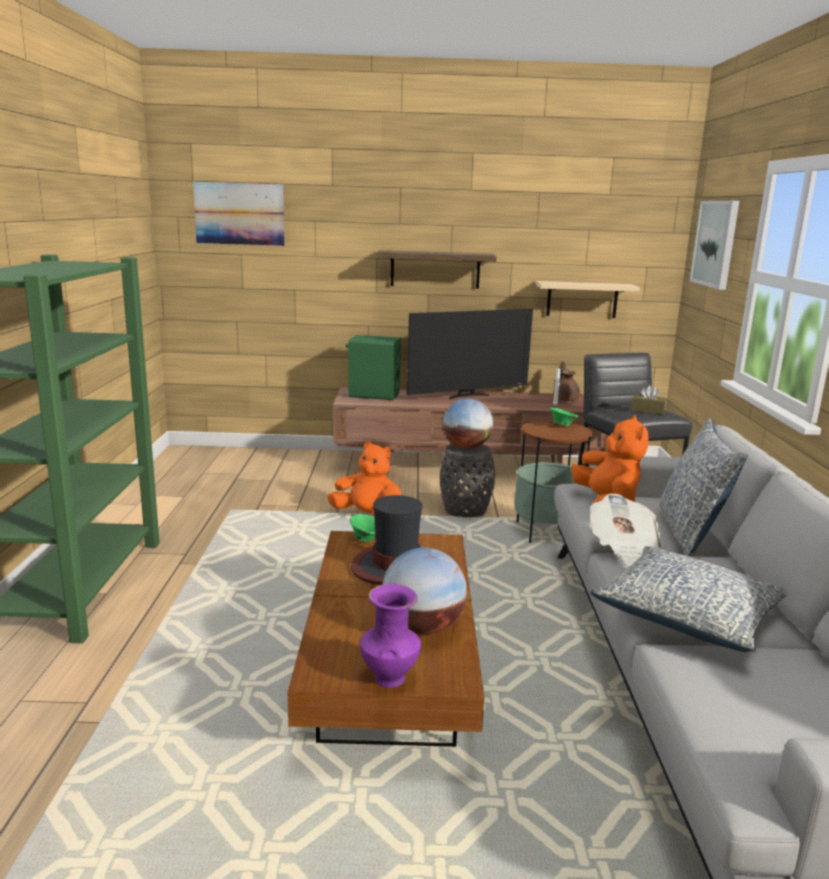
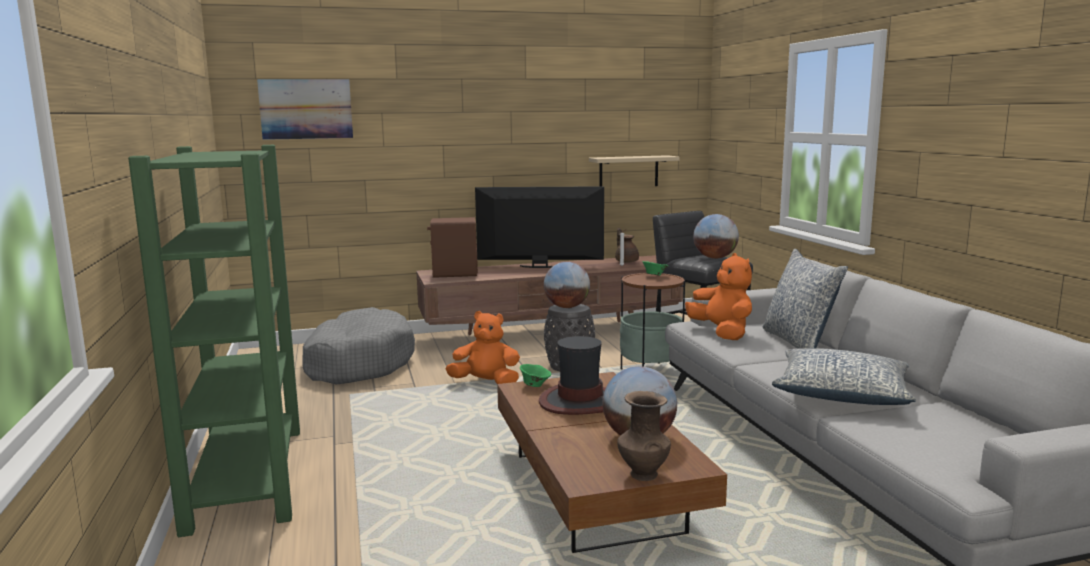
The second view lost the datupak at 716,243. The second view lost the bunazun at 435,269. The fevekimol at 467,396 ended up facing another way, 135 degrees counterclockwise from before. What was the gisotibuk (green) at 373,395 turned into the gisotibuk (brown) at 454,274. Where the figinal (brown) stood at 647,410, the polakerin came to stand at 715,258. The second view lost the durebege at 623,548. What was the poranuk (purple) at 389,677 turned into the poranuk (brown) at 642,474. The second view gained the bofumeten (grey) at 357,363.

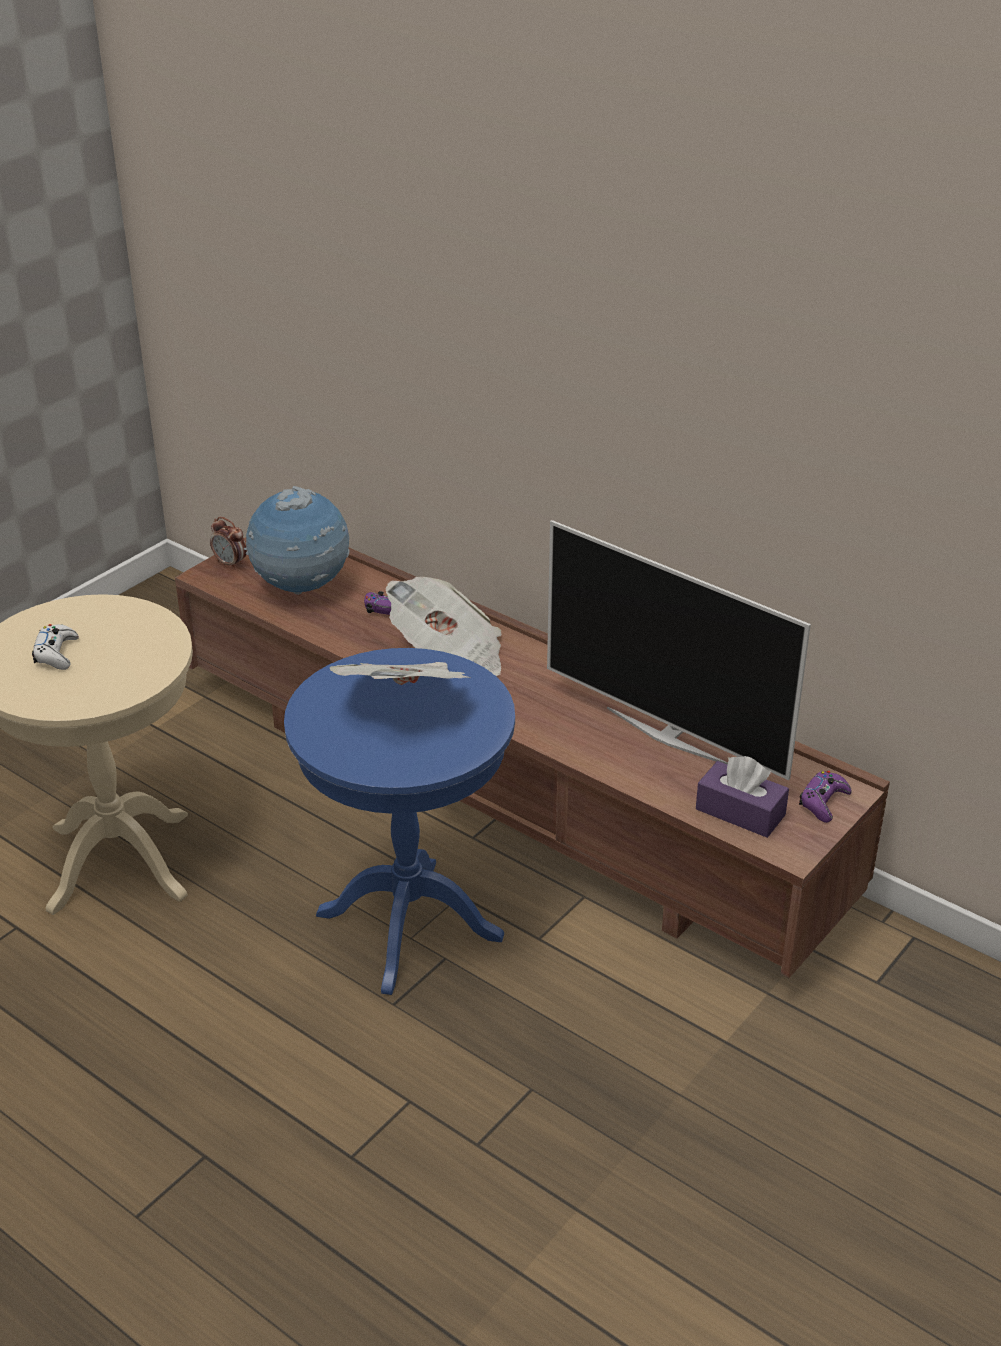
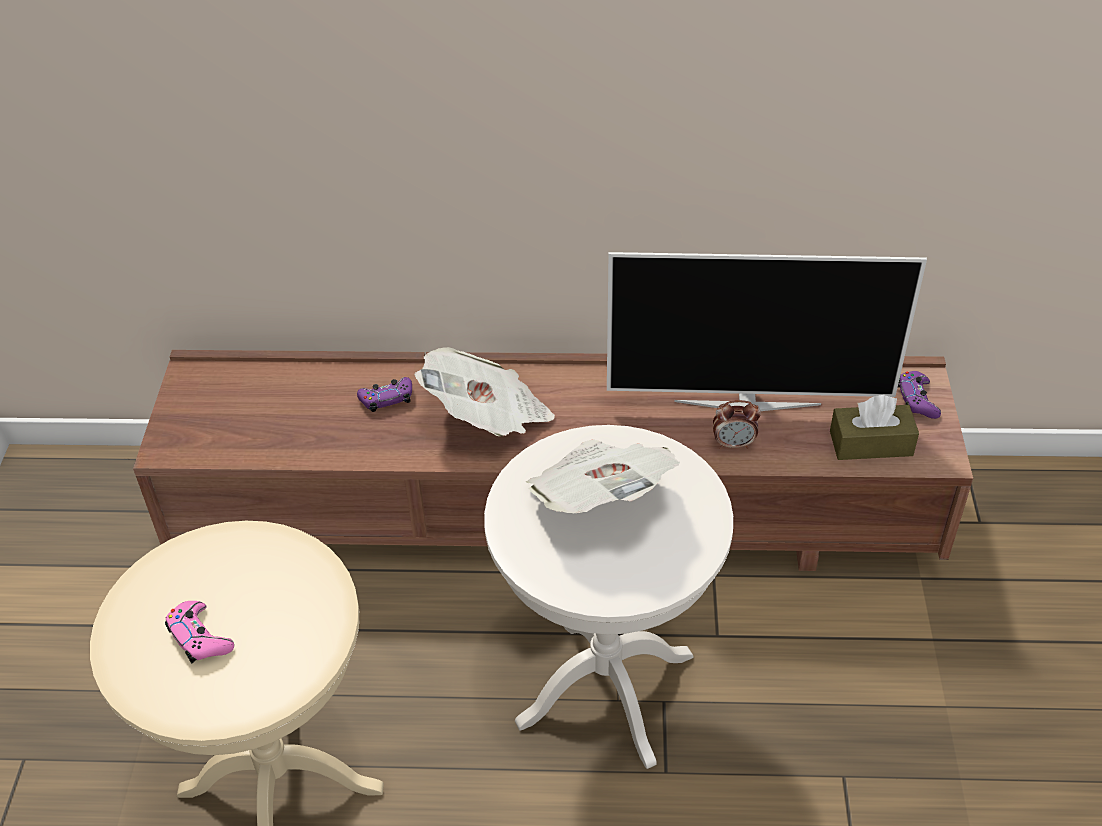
The second view lost the polakerin at 301,589. The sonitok ended up elsewhere, having gone from 230,564 to 733,444. What was the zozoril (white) at 56,654 turned into the zozoril (pink) at 200,637. What was the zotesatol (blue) at 410,925 turned into the zotesatol (white) at 606,688. What was the figinal (purple) at 740,812 turned into the figinal (brown) at 871,443.

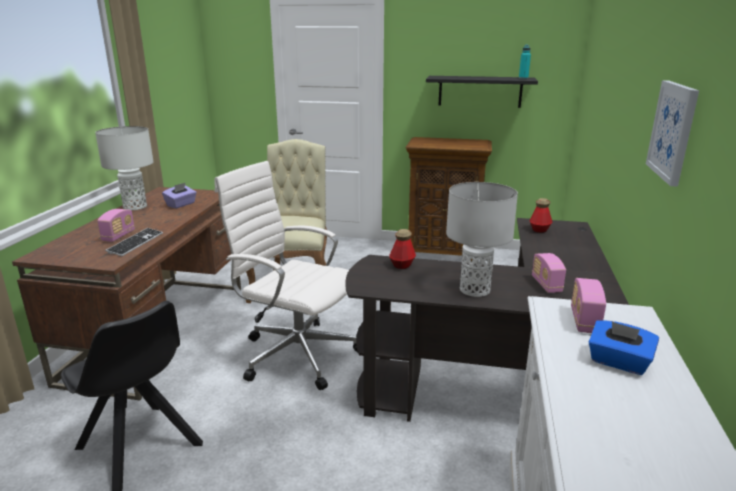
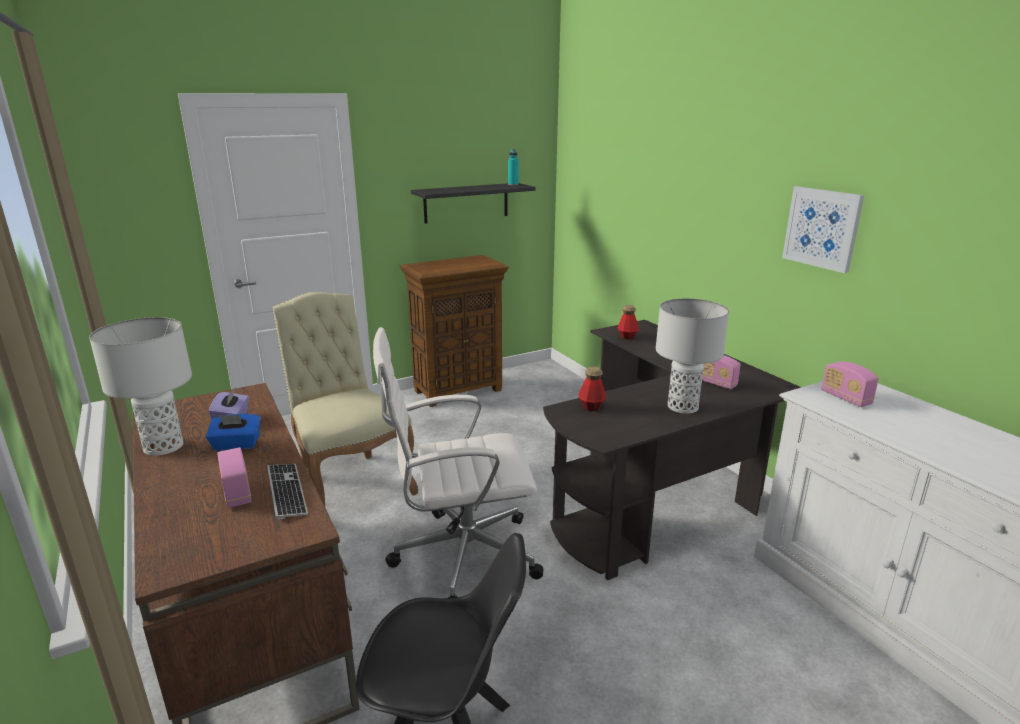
The figinal (blue) ended up elsewhere, having gone from 618,362 to 236,445.

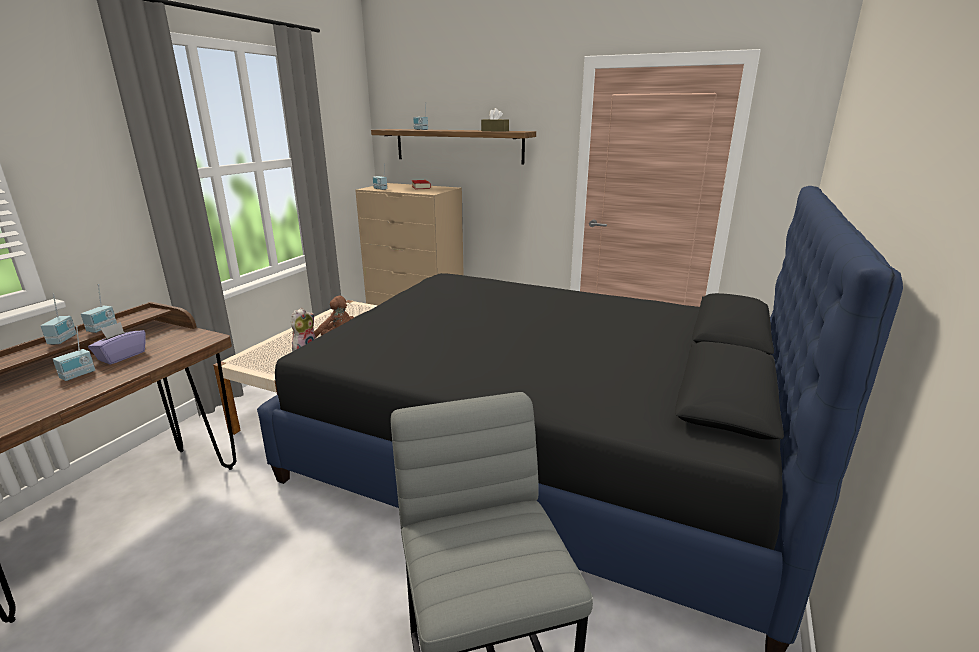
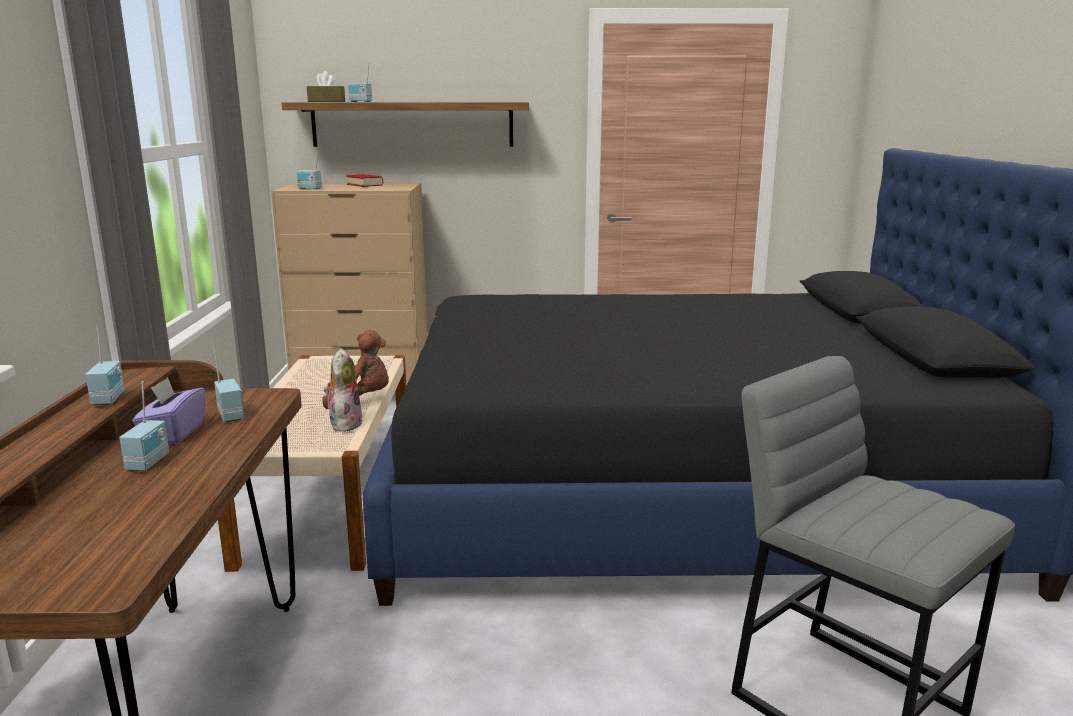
The figinal (brown) ended up elsewhere, having gone from 495,131 to 326,101. The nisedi ended up elsewhere, having gone from 63,340 to 232,415.

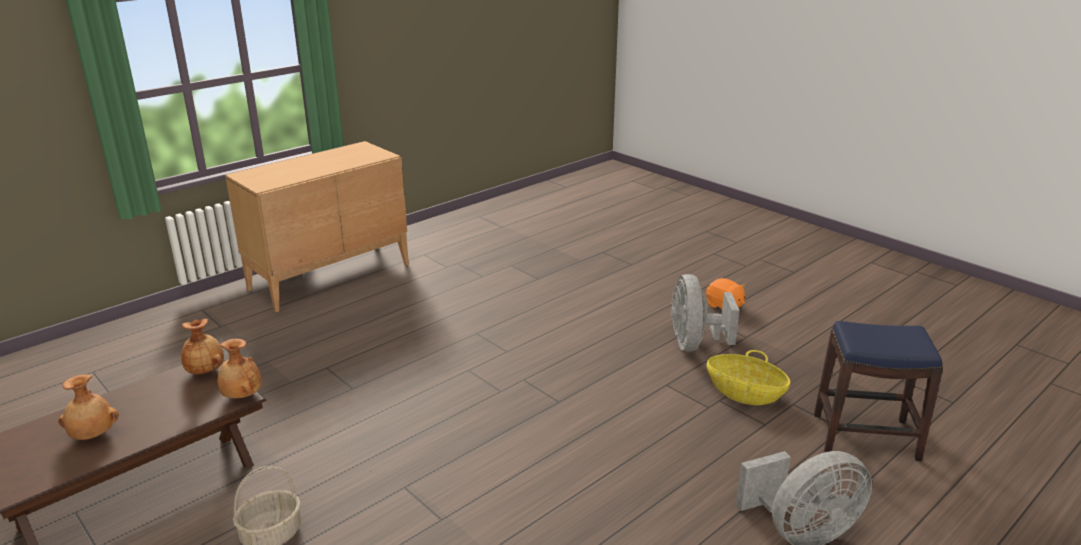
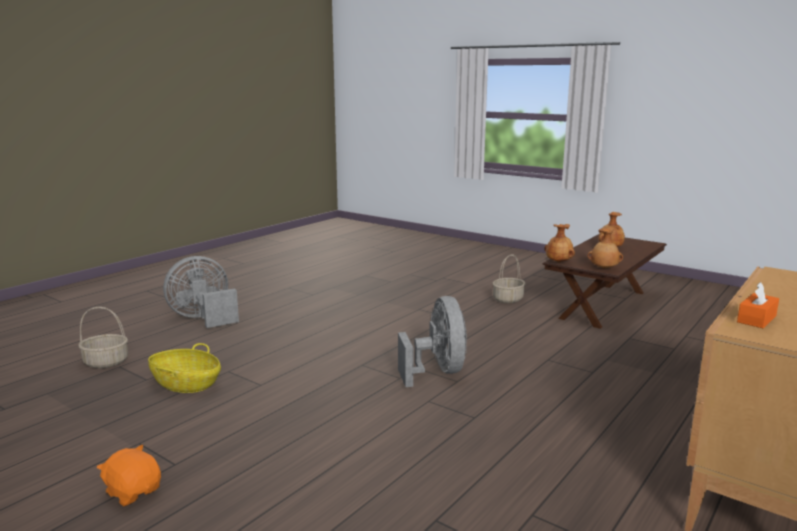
The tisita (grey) ended up elsewhere, having gone from 694,344 to 438,372. Where the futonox stood at 865,437, the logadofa came to stand at 105,362. The second view gained the figinal (orange) at 756,319.

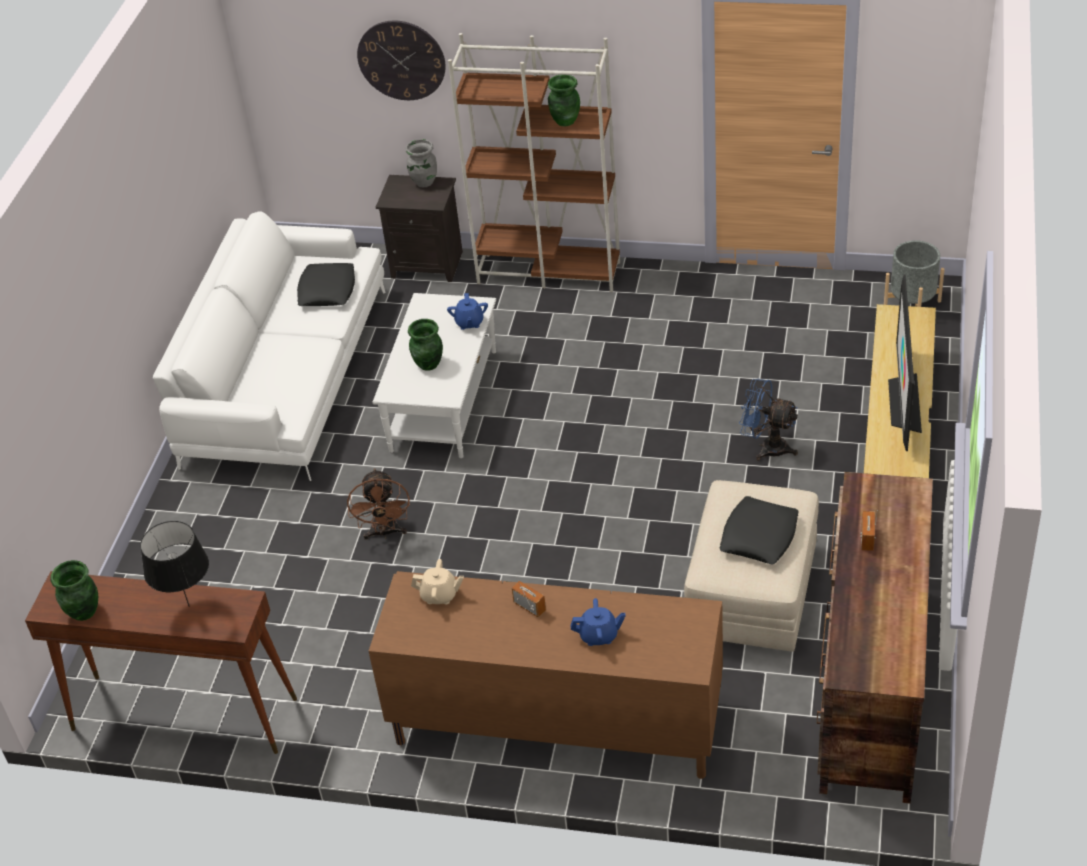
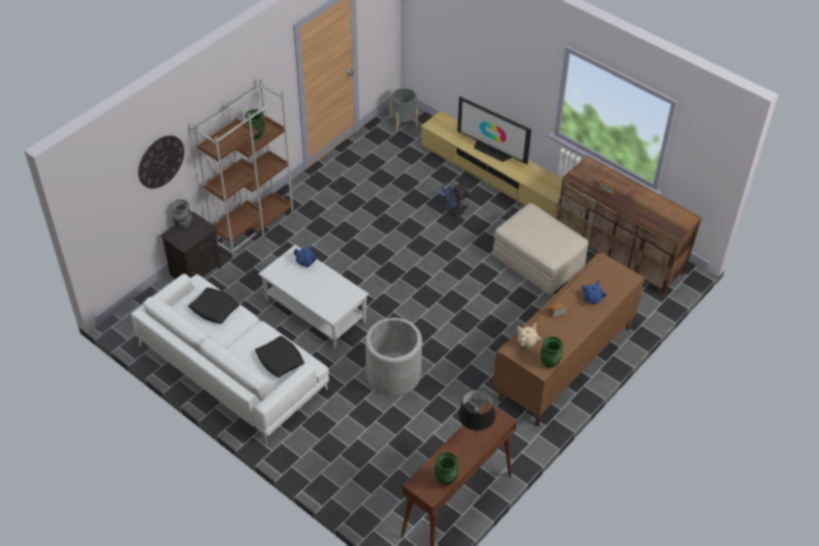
The poranuk (green) ended up elsewhere, having gone from 429,364 to 550,363. Where the tisita (brown) stood at 385,533, the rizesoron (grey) came to stand at 393,374. The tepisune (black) ended up elsewhere, having gone from 759,536 to 279,359.

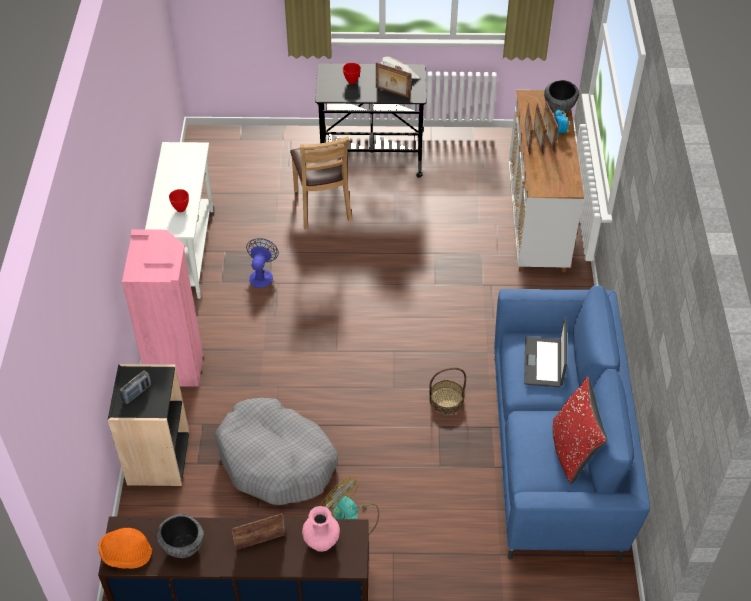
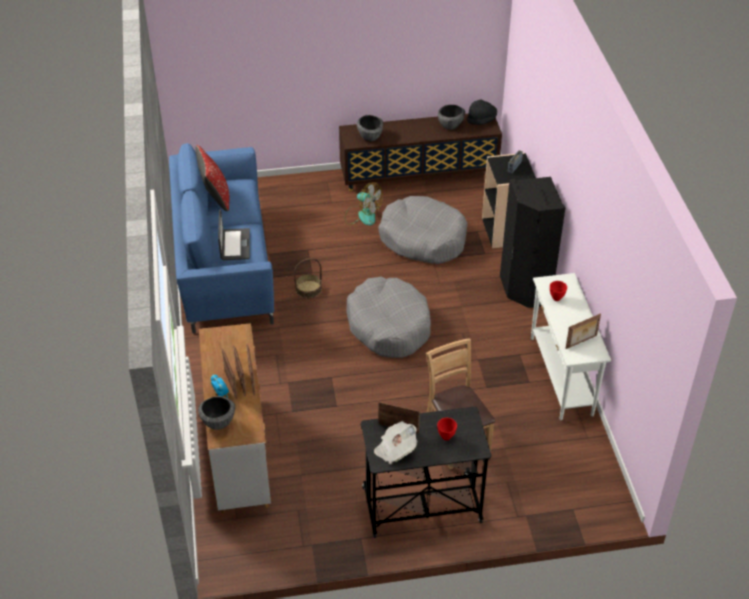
What was the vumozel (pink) at 175,362 turned into the vumozel (black) at 526,289. The second view lost the tisita at 262,275. Where the poranuk (pink) stood at 321,540, the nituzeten came to stand at 370,137. The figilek ended up elsewhere, having gone from 260,541 to 581,342. What was the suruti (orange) at 126,554 turned into the suruti (black) at 481,120. The second view gained the bofumeten (grey) at 389,326.

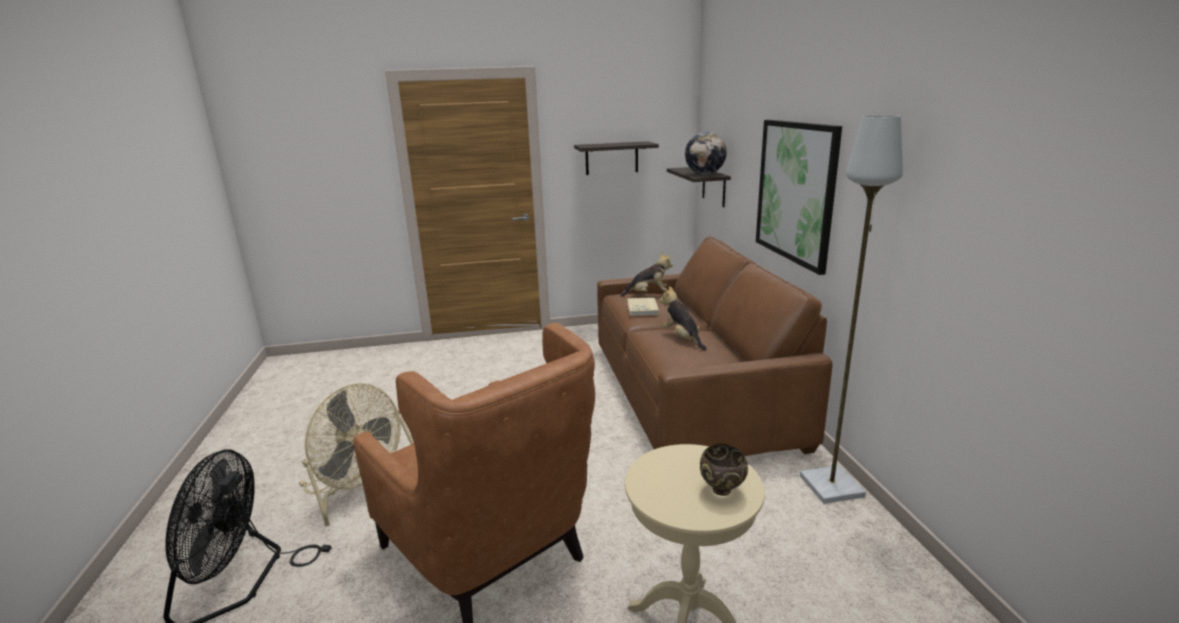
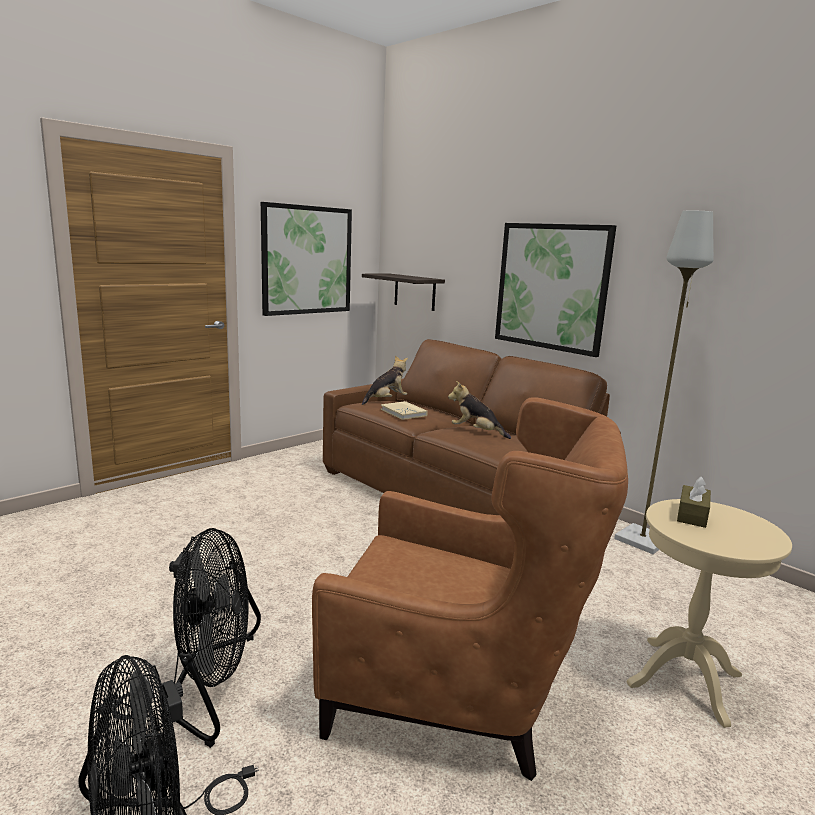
The second view lost the polakerin at 704,174. Where the bunazun hung at 611,158, the datupak came to hang at 307,260. What was the tisita (beige) at 356,489 turned into the tisita (black) at 200,688. The second view lost the nituzeten (brown) at 722,491. The second view gained the figinal (brown) at 692,515.

